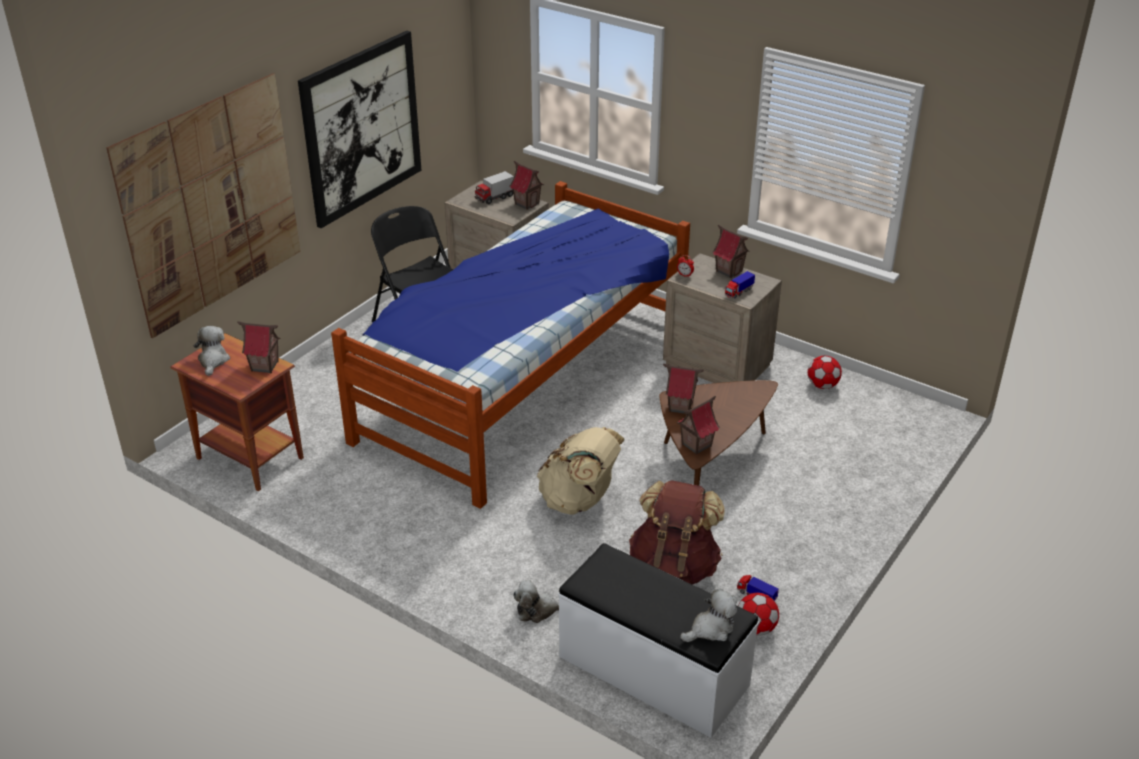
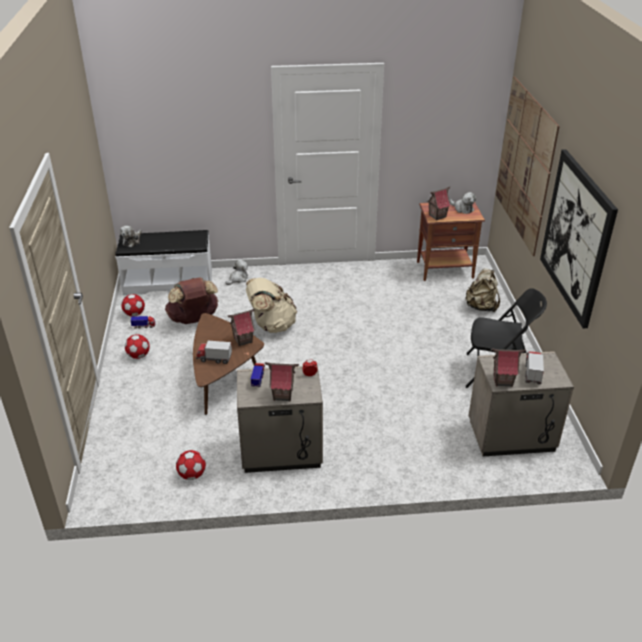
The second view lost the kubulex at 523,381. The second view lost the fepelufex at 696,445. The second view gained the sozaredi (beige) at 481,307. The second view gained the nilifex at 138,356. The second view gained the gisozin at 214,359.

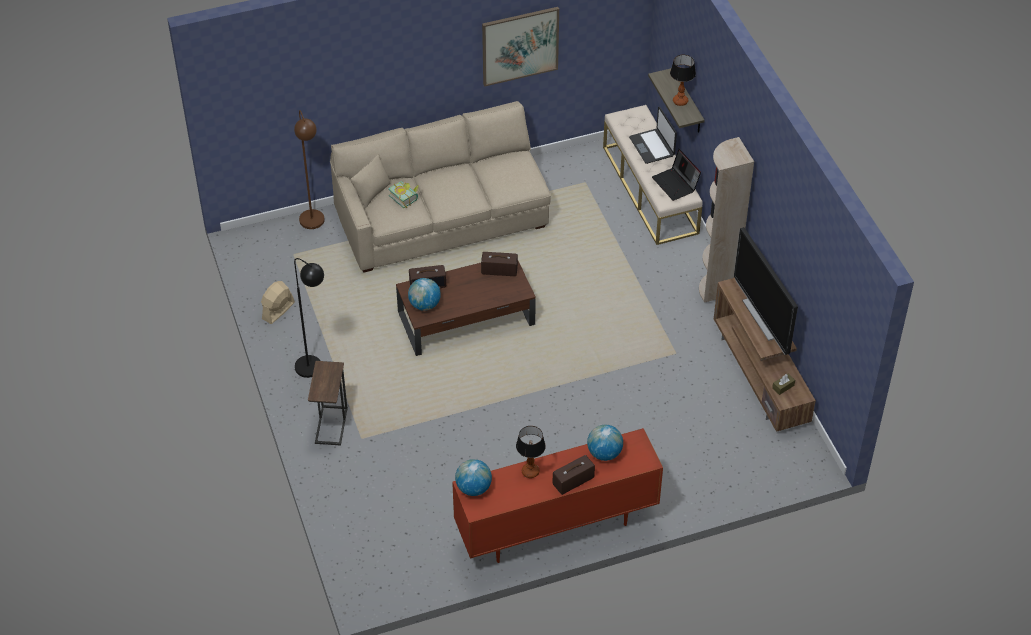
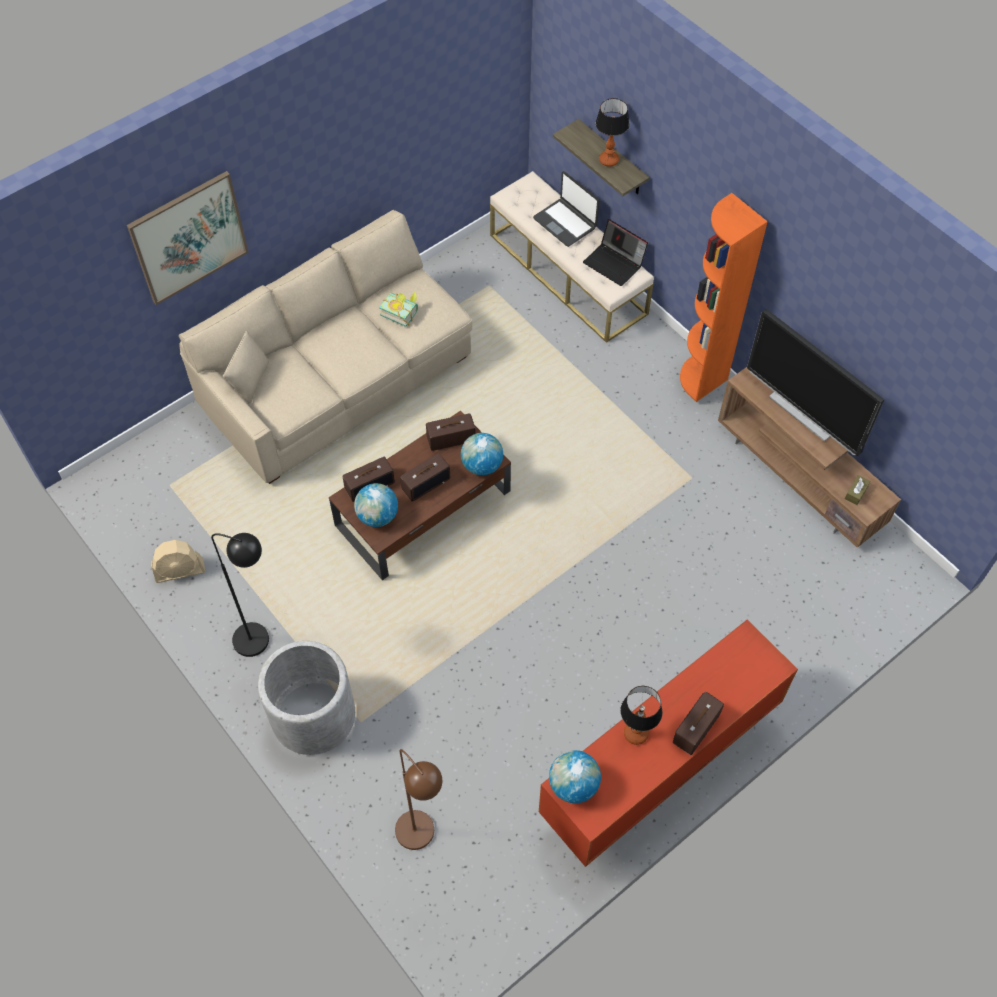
The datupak ended up elsewhere, having gone from 520,45 to 189,237. The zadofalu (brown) ended up elsewhere, having gone from 314,226 to 422,840. What was the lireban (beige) at 714,290 turned into the lireban (orange) at 698,381. The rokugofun ended up elsewhere, having gone from 405,197 to 401,311. The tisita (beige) at 278,311 ended up facing another way, 120 degrees counterclockwise from before. Where the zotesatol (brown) stood at 331,425, the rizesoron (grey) came to stand at 313,715. The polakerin ended up elsewhere, having gone from 604,453 to 482,465. The second view gained the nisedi at 426,483.

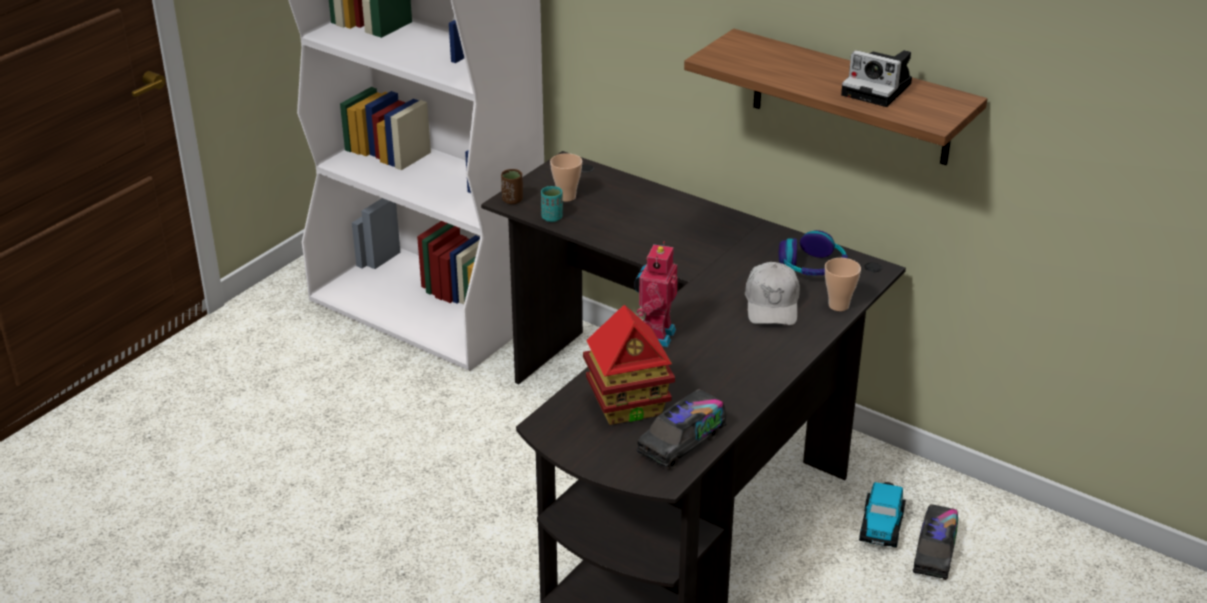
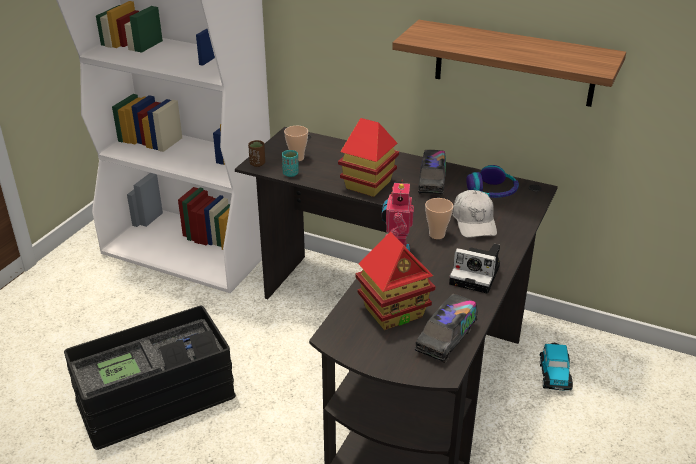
The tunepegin ended up elsewhere, having gone from 879,89 to 477,275. The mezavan ended up elsewhere, having gone from 838,305 to 437,235. The gisozin ended up elsewhere, having gone from 934,553 to 432,182. The second view gained the fepelufex at 368,185. The second view gained the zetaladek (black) at 155,396.

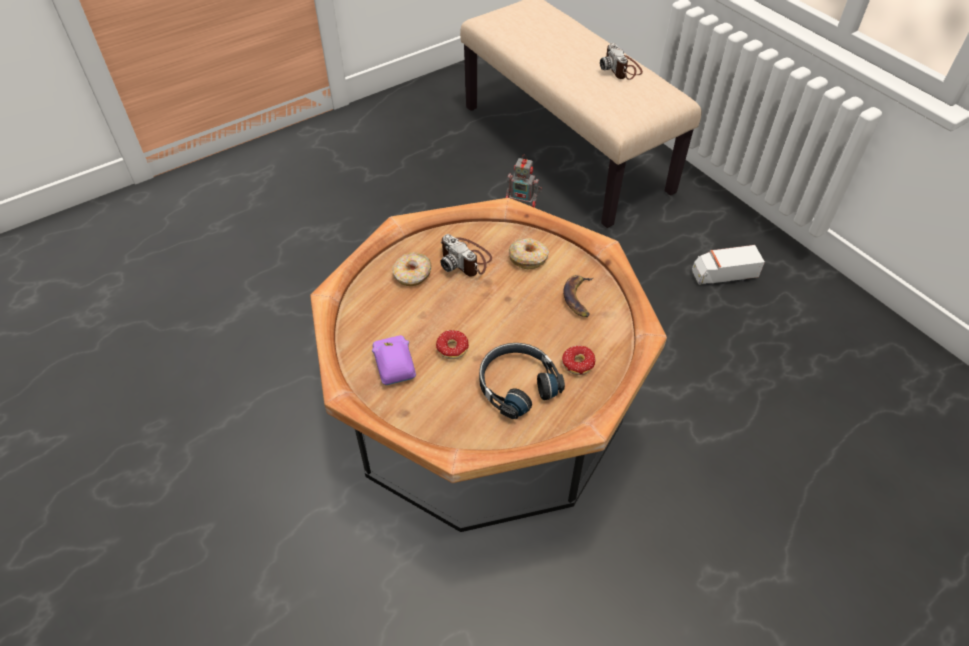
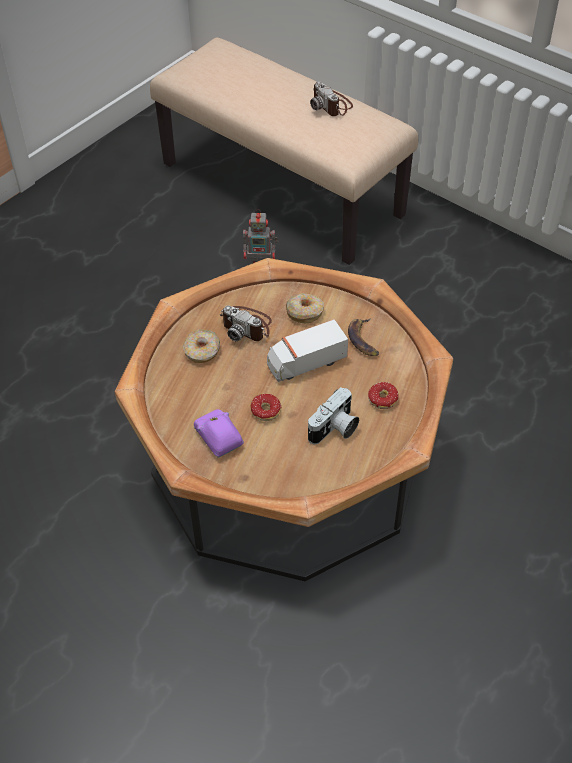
The gisozin ended up elsewhere, having gone from 723,275 to 306,363. Where the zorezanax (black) stood at 516,384, the tunepegin came to stand at 335,429.

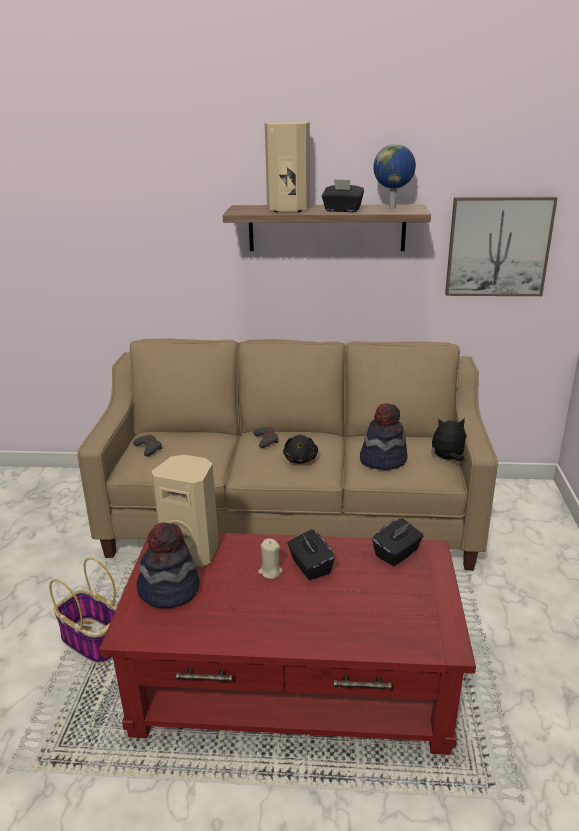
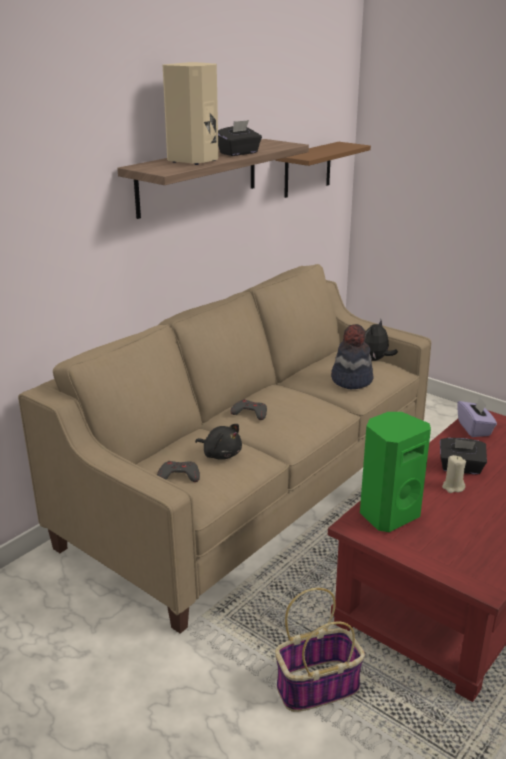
The second view lost the polakerin at 393,208. Where the datupak hung at 498,247, the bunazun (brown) came to hang at 307,169. The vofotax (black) ended up elsewhere, having gone from 300,459 to 221,454. What was the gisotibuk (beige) at 192,551 turned into the gisotibuk (green) at 387,514. What was the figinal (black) at 397,554 turned into the figinal (purple) at 474,428. The second view lost the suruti at 169,590.

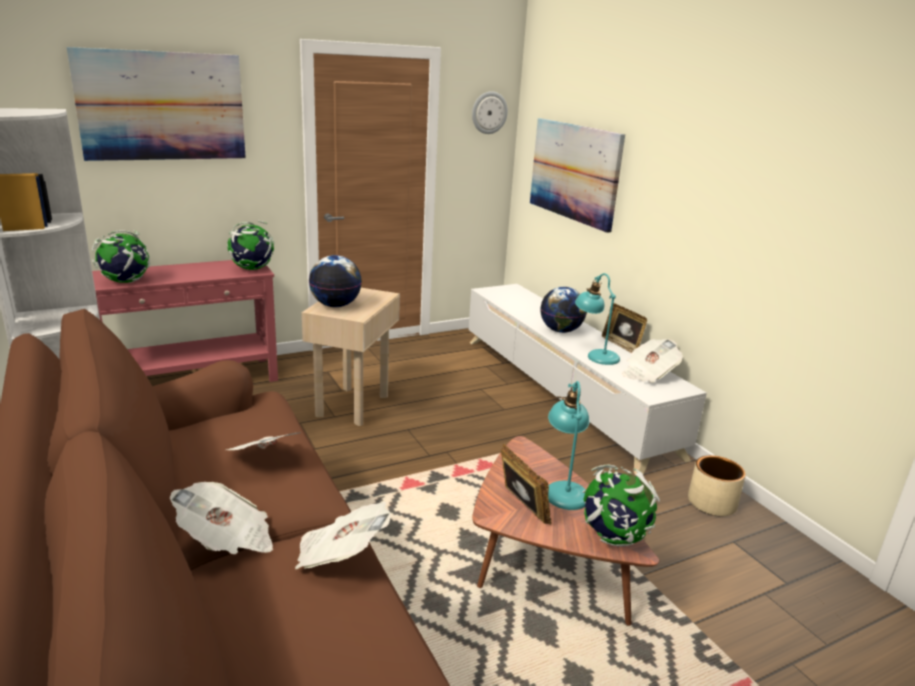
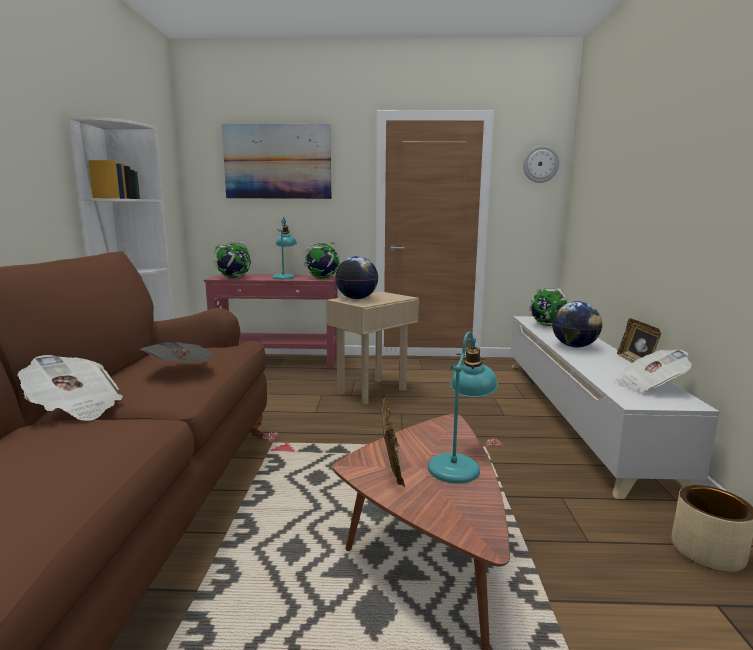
The second view lost the datupak at 574,172. The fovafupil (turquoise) ended up elsewhere, having gone from 594,352 to 285,276. The polakerin ended up elsewhere, having gone from 613,537 to 547,325. The second view lost the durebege at 340,555.

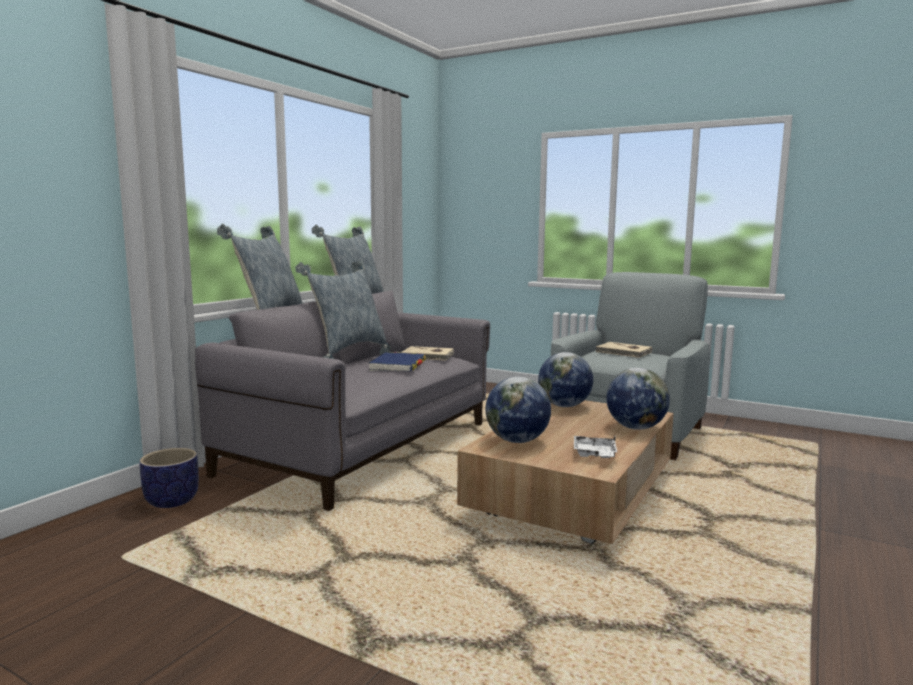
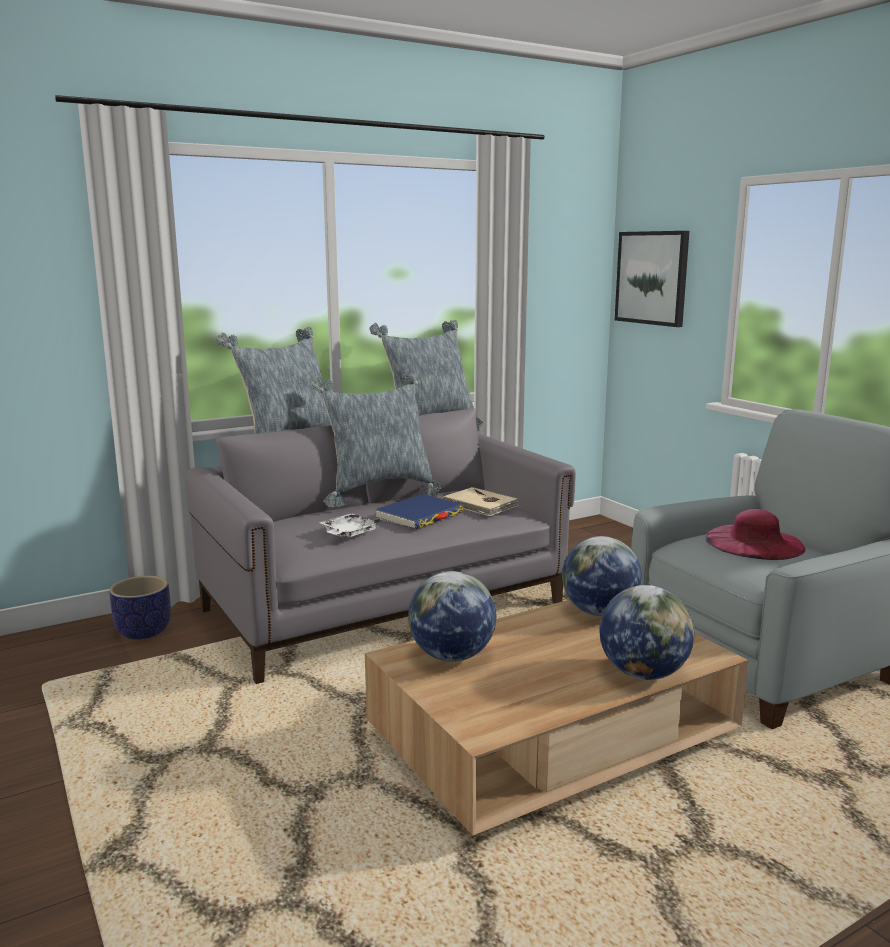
Where the rokugofun (beige) stood at 623,352, the suruti (pink) came to stand at 754,542. The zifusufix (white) ended up elsewhere, having gone from 594,455 to 348,533. The second view gained the datupak at 652,278.

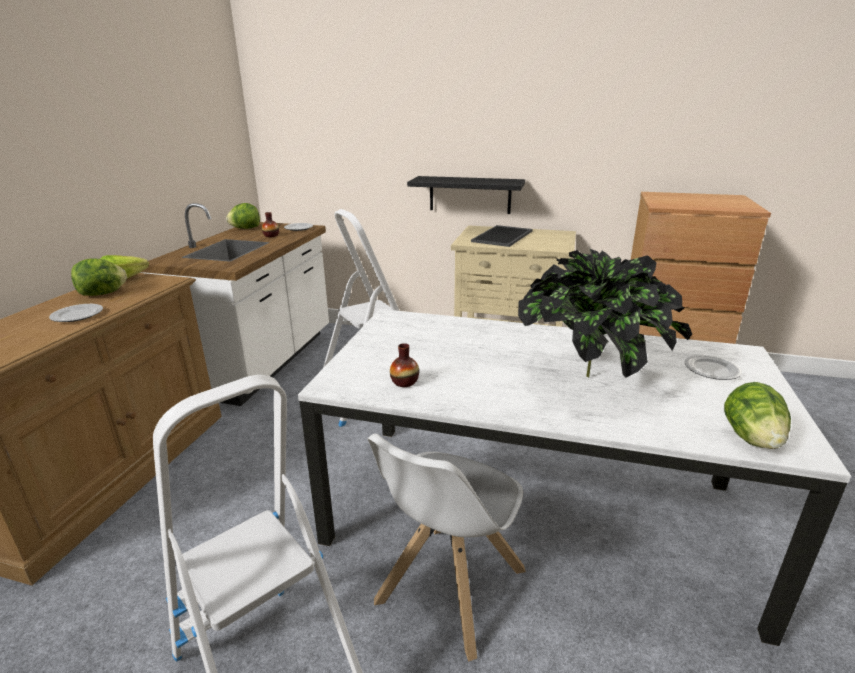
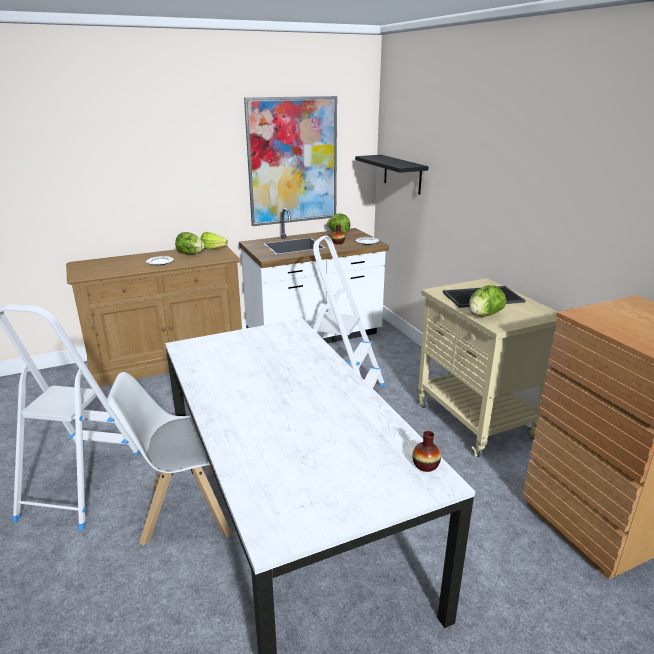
The bunazun (black) ended up elsewhere, having gone from 470,194 to 402,174. The second view lost the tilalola at 592,376. The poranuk ended up elsewhere, having gone from 404,382 to 425,465. The second view lost the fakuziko at 711,370. The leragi ended up elsewhere, having gone from 751,438 to 484,315. The second view gained the datupak at 293,161.

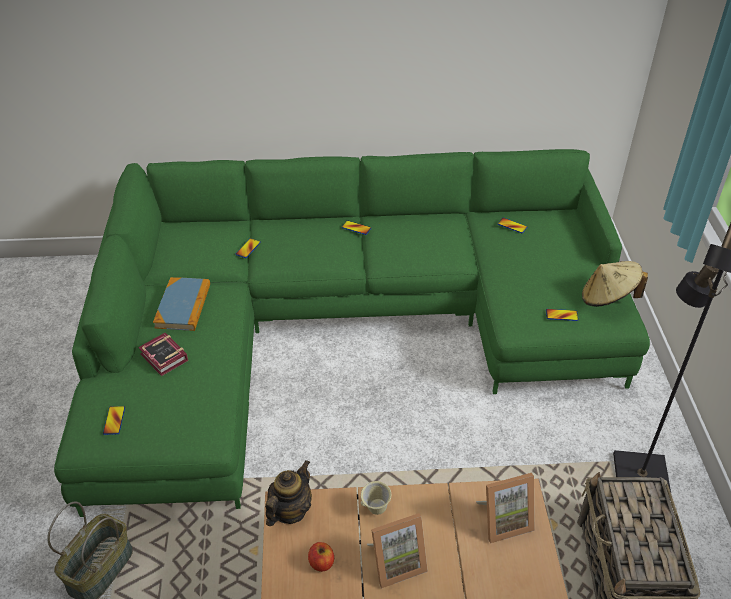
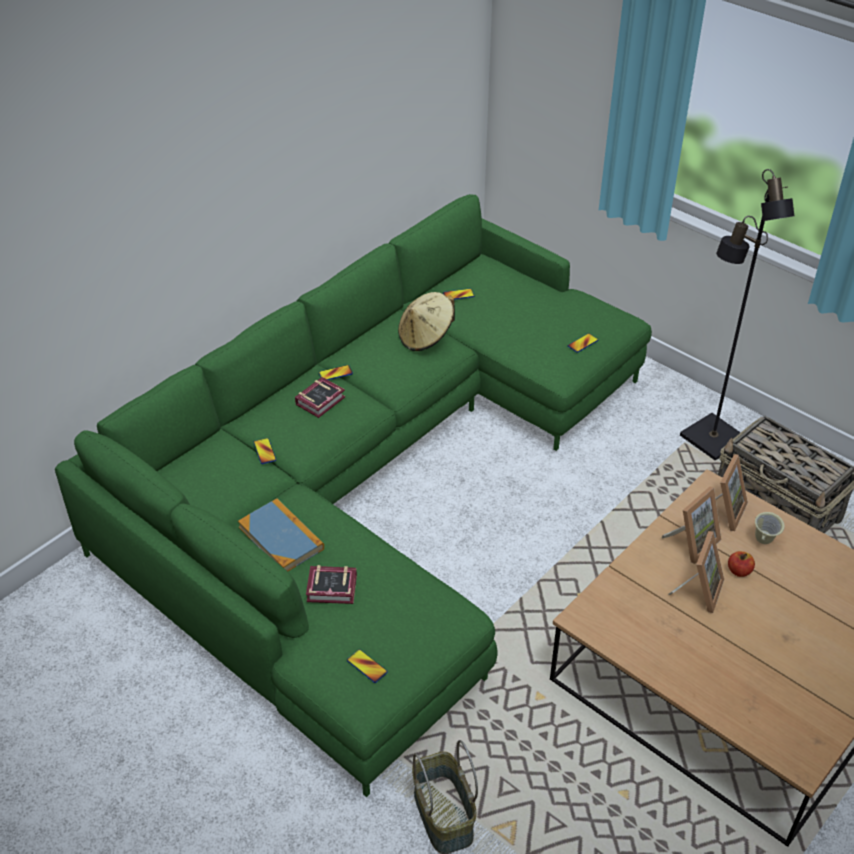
The suruti (beige) ended up elsewhere, having gone from 608,298 to 426,337. The second view lost the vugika at 290,511. The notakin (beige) ended up elsewhere, having gone from 375,510 to 764,541. The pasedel ended up elsewhere, having gone from 321,563 to 739,571. The second view gained the rokugofun at 322,400. The second view gained the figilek at 692,542.

